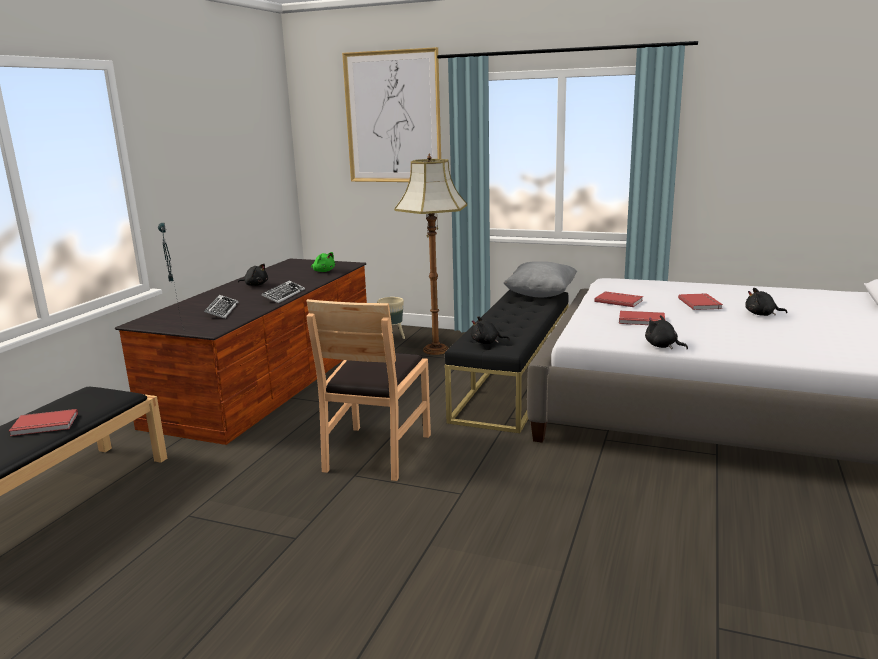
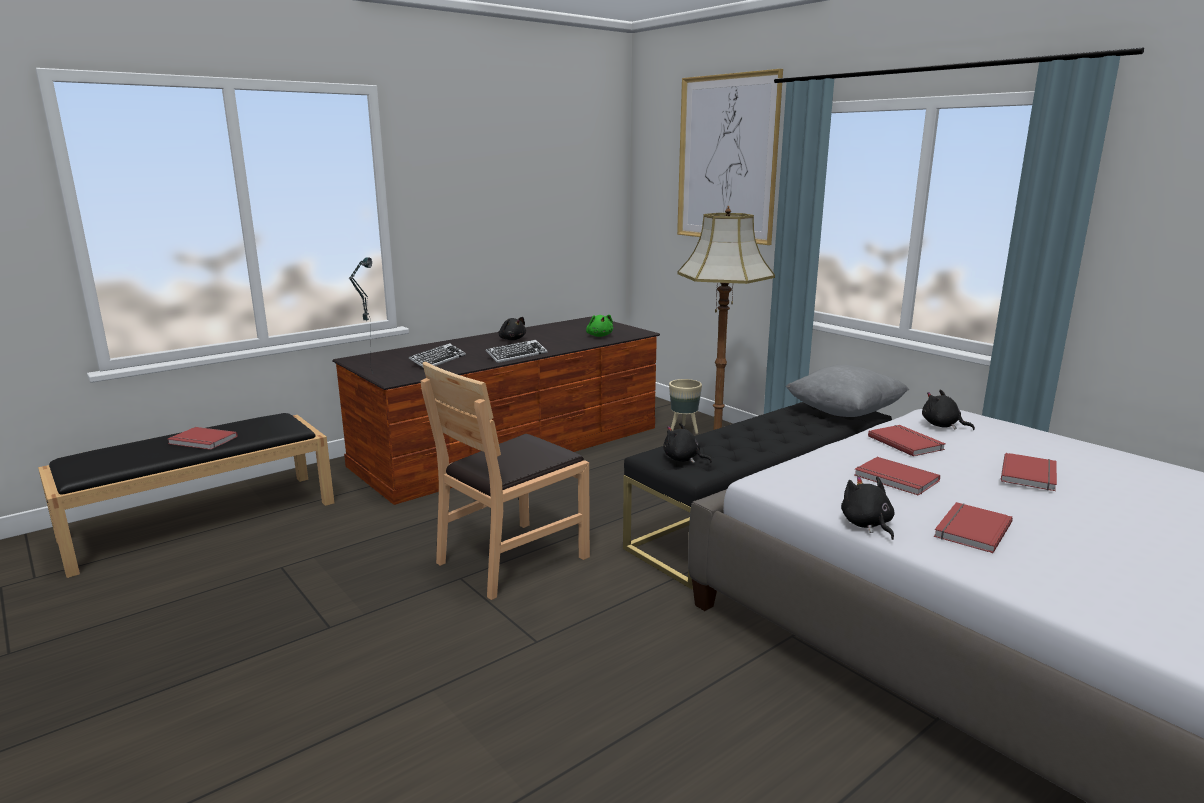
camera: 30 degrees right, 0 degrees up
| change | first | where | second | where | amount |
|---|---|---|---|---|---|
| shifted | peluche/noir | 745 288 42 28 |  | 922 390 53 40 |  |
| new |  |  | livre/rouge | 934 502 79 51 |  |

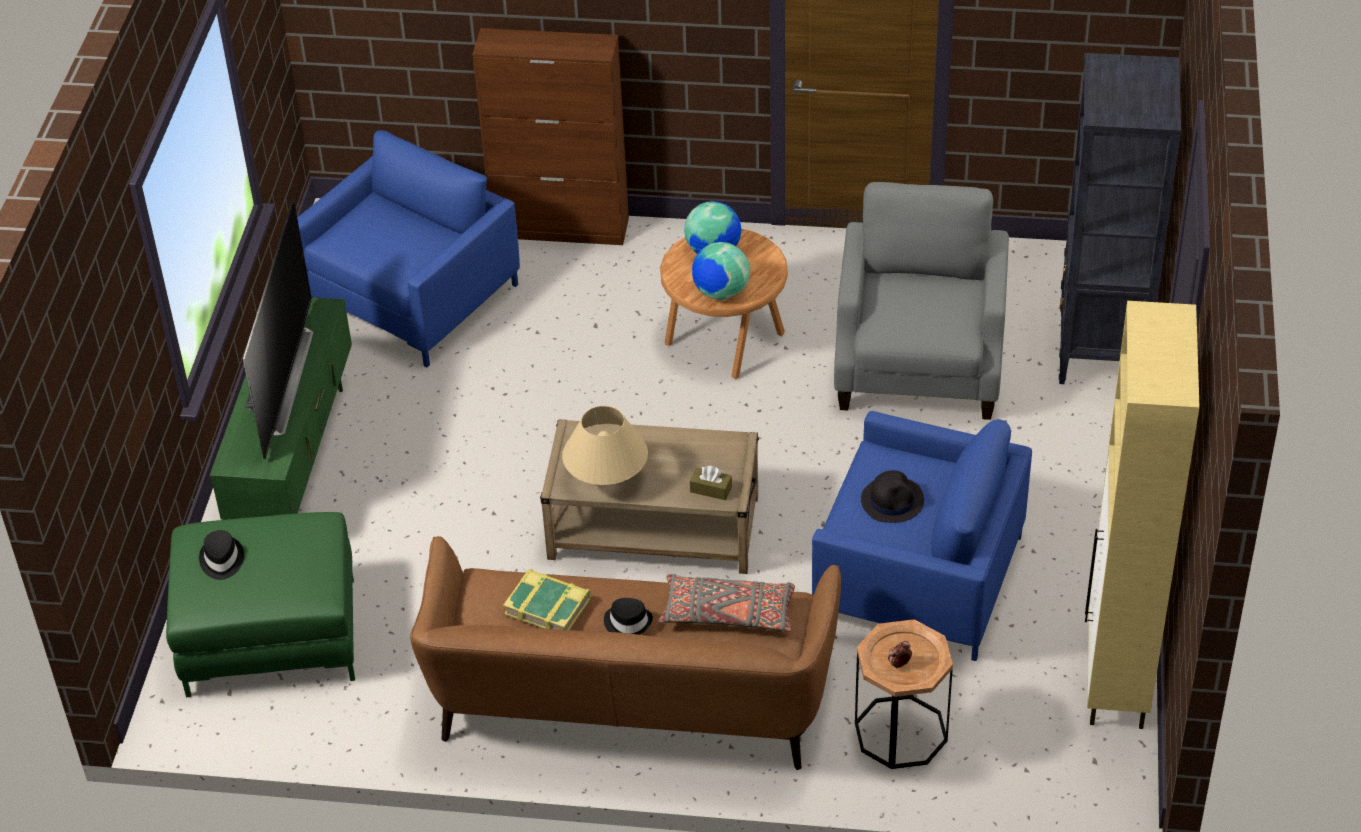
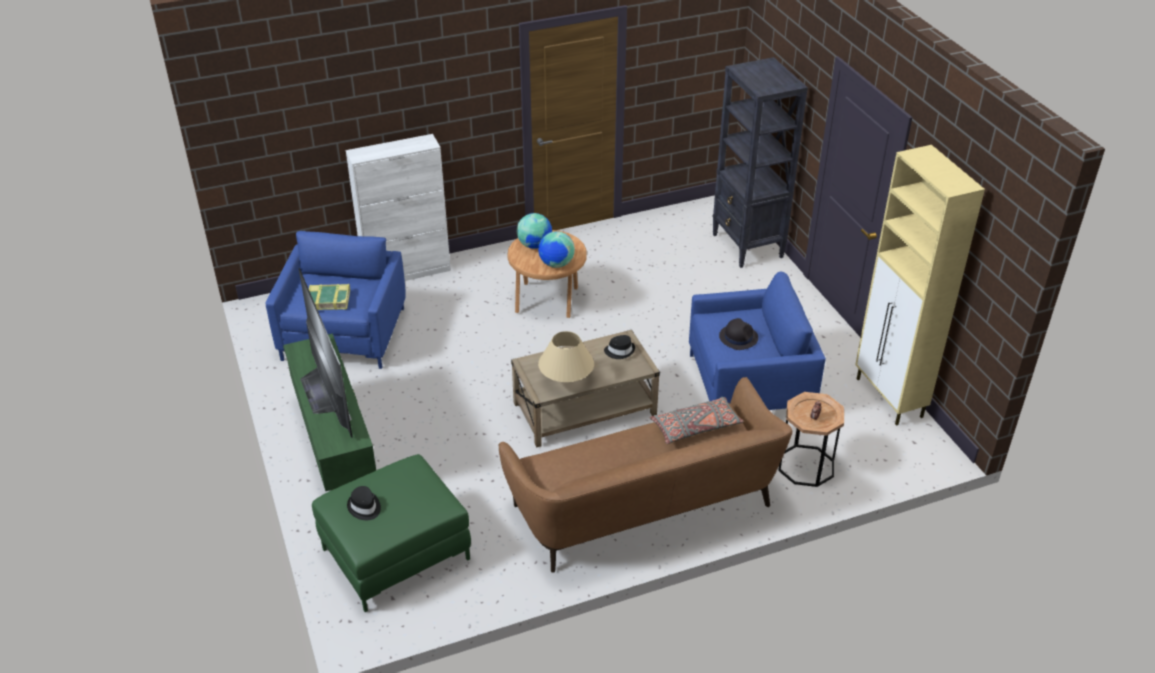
camera: 30 degrees left, 5 degrees down
| change | first | where | second | where | amount |
|---|---|---|---|---|---|
| repainted | meuble de rangement/marron | 472 28 157 217 | meuble de rangement/blanc | 346 134 105 147 |  |
| gone | fauteuil/gris | 834 182 175 238 |  |  |  |
| gone | boîte à mouchoirs/marron | 690 466 42 34 |  |  |  |
| shifted | livre | 503 569 88 61 |  | 309 284 41 26 |  |
| shifted | chapeau/noir | 604 598 49 37 |  | 604 335 31 24 |  |

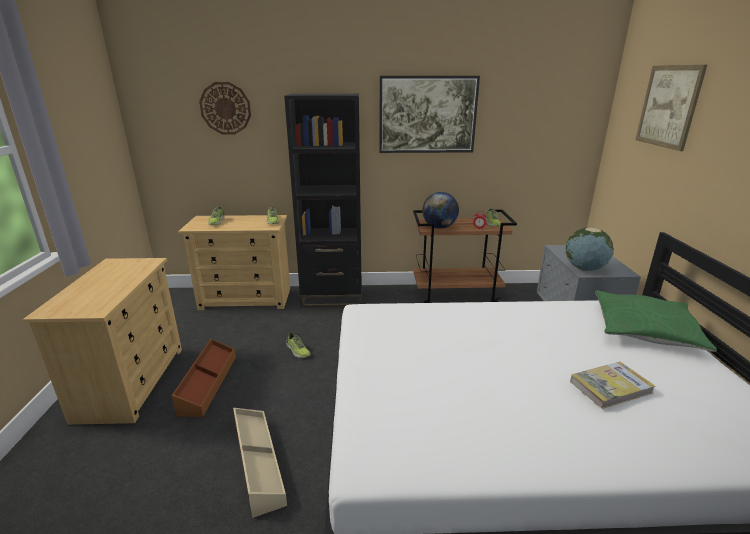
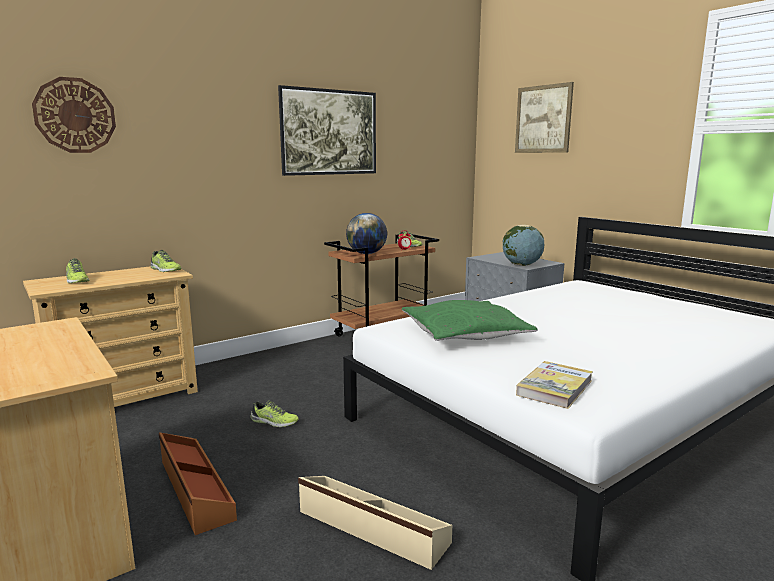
camera: 35 degrees left, 10 degrees down
| change | first | where | second | where | amount |
|---|---|---|---|---|---|
| gone | bibliothèque/noir | 284 93 78 214 |  |  |  |
| shifted | coussin/vert | 595 290 122 62 |  | 402 300 135 41 |  |
| shifted | livre | 570 362 86 47 |  | 516 361 77 48 |  |

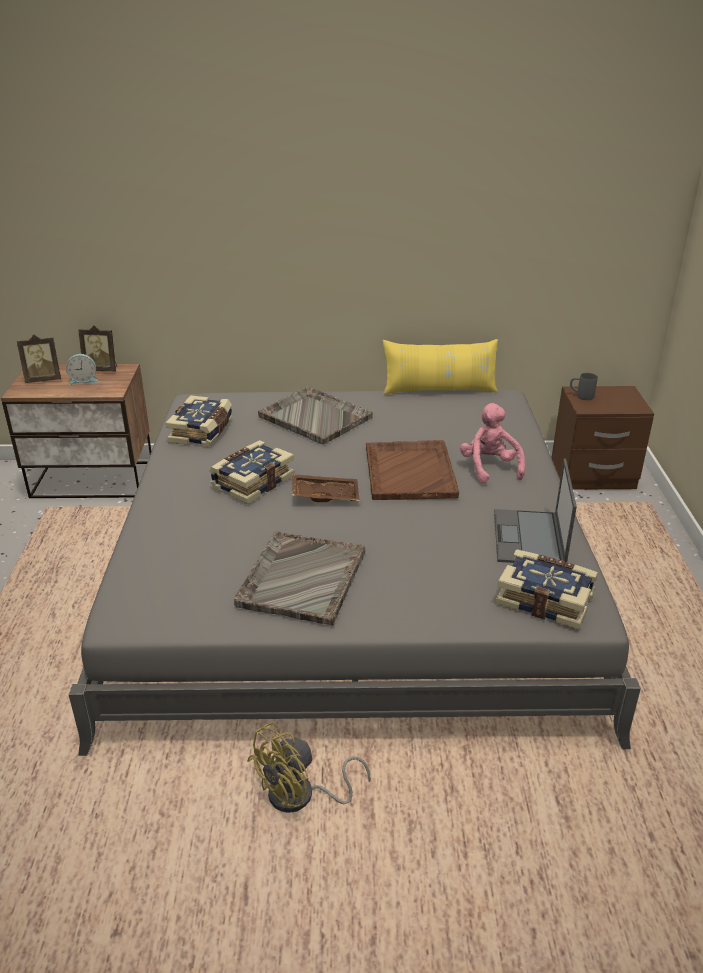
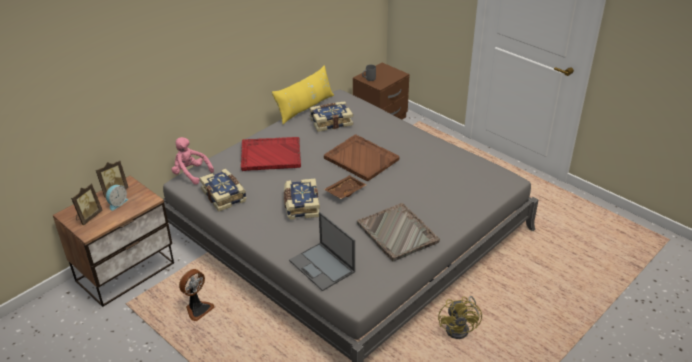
camera: 45 degrees left, 5 degrees up
| change | first | where | second | where | amount |
|---|---|---|---|---|---|
| repainted | plateau/gris | 258 386 115 58 | plateau/rouge | 241 137 60 34 |  |
| shifted | peluche/rose | 460 403 65 81 |  | 172 137 42 48 |  |
| shifted | ordinateur portable | 494 459 83 104 |  | 289 212 66 79 |  |
| shifted | livre | 495 549 103 81 |  | 310 101 43 31 |  |
| new |  |  | ventilateur | 179 269 36 52 |  |

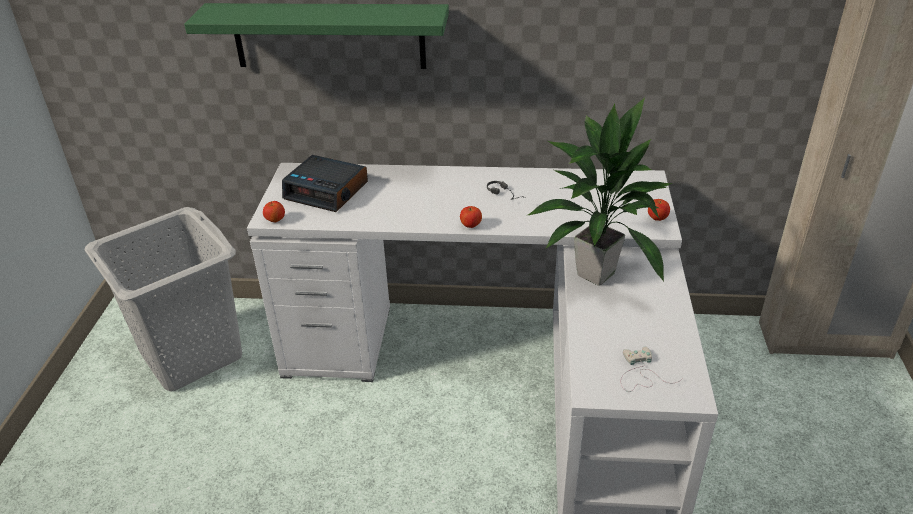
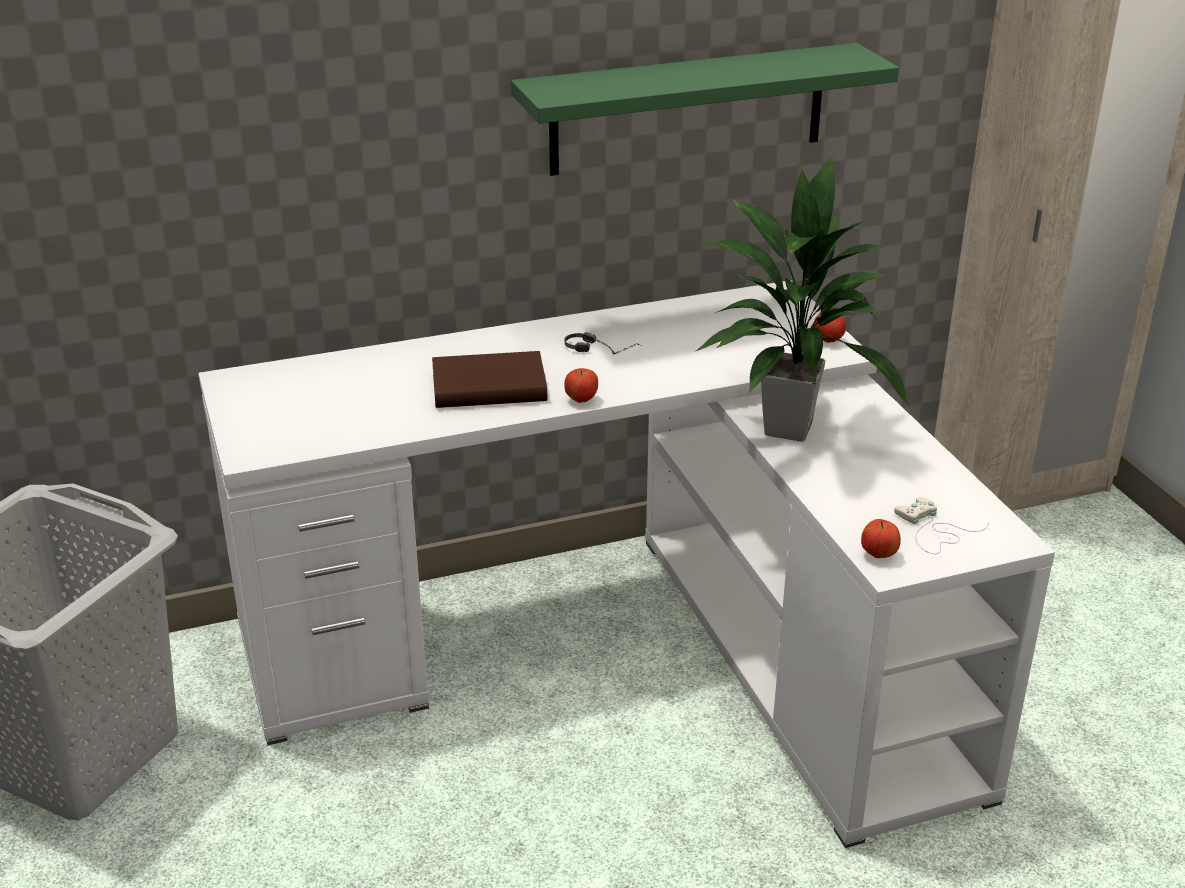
camera: 25 degrees left, 5 degrees down
| change | first | where | second | where | amount |
|---|---|---|---|---|---|
| shifted | étagère/vert | 184 3 265 66 |  | 511 43 388 133 |  |
| gone | réveil | 282 155 86 57 |  |  |  |
| shifted | pomme | 263 201 22 22 |  | 861 519 40 39 |  |
| new |  |  | livre/marron | 432 351 115 57 |  |

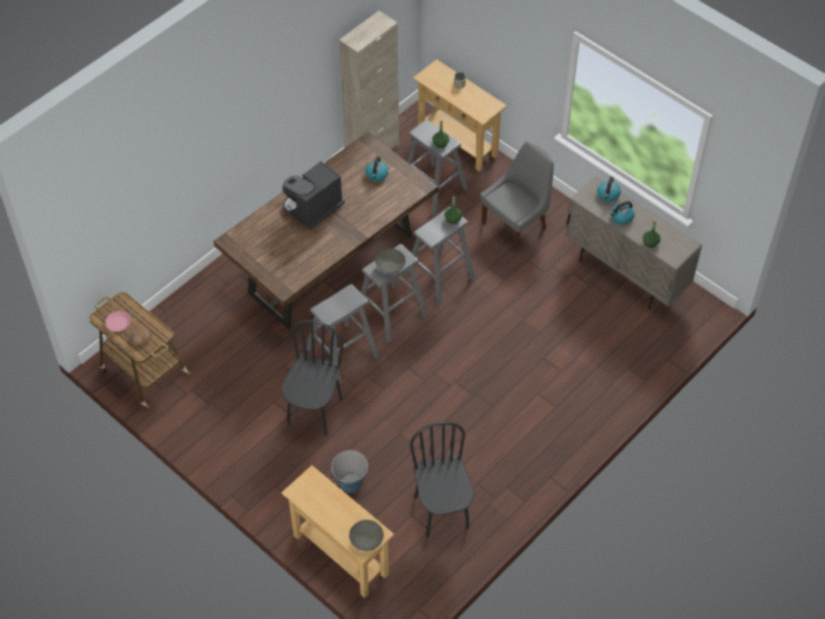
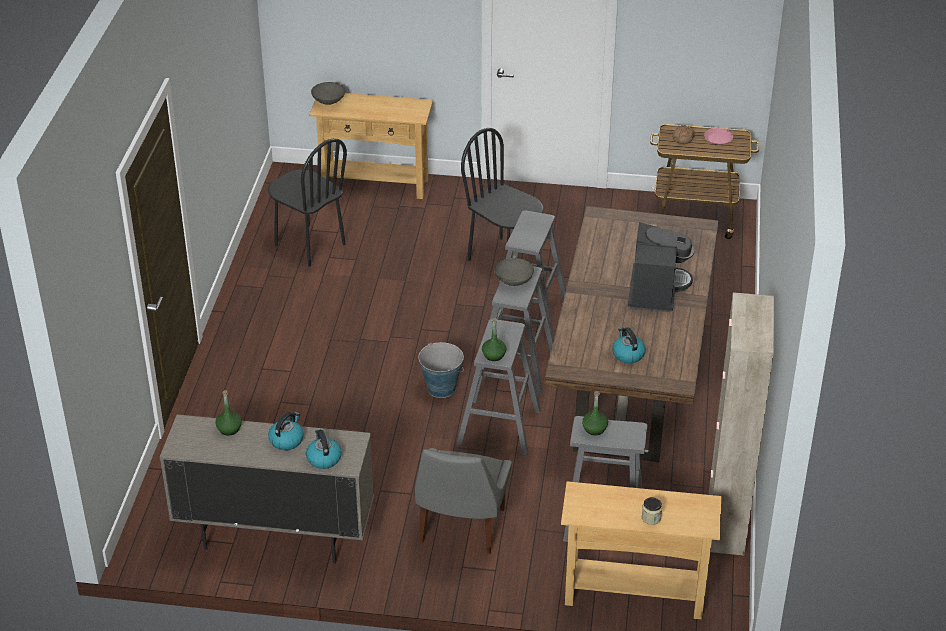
camera: 145 degrees right, 15 degrees down
| change | first | where | second | where | amount |
|---|---|---|---|---|---|
| rotated | chaise/noir | 281 319 63 117 |  | 461 128 83 133 | 150 degrees clockwise |
| shifted | seau | 331 450 37 43 |  | 418 342 46 56 |  |

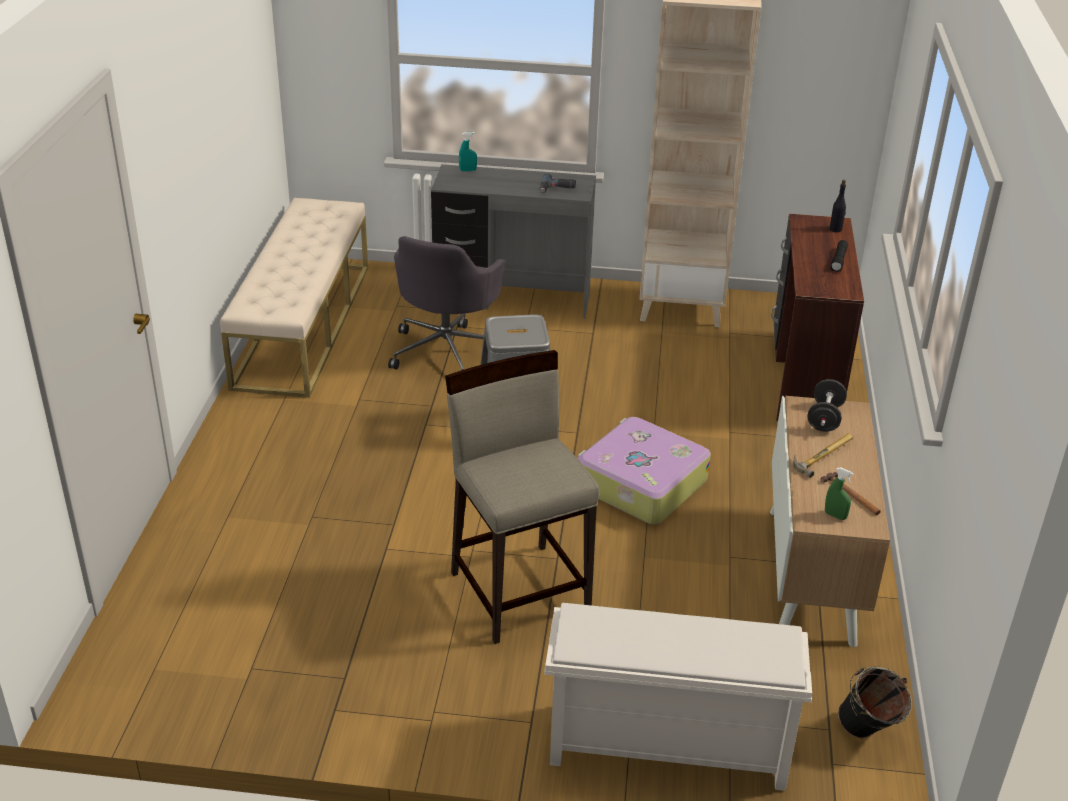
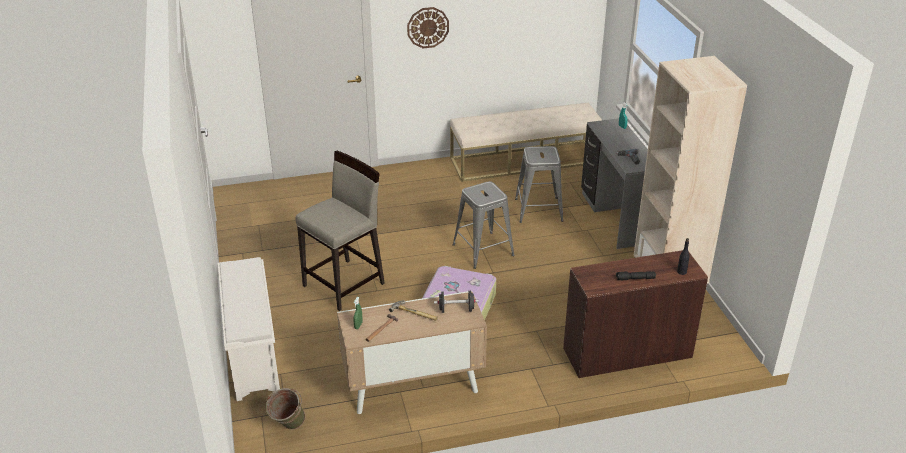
camera: 70 degrees right, 0 degrees up
| change | first | where | second | where | amount |
|---|---|---|---|---|---|
| swapped | chaise de bureau/gris | 388 236 117 134 | tabouret/gris | 515 146 48 77 |  |
| repainted | seau/noir | 838 666 74 72 | seau/vert | 266 388 39 42 |  |
| new |  |  | horloge murale | 407 7 42 41 |  |

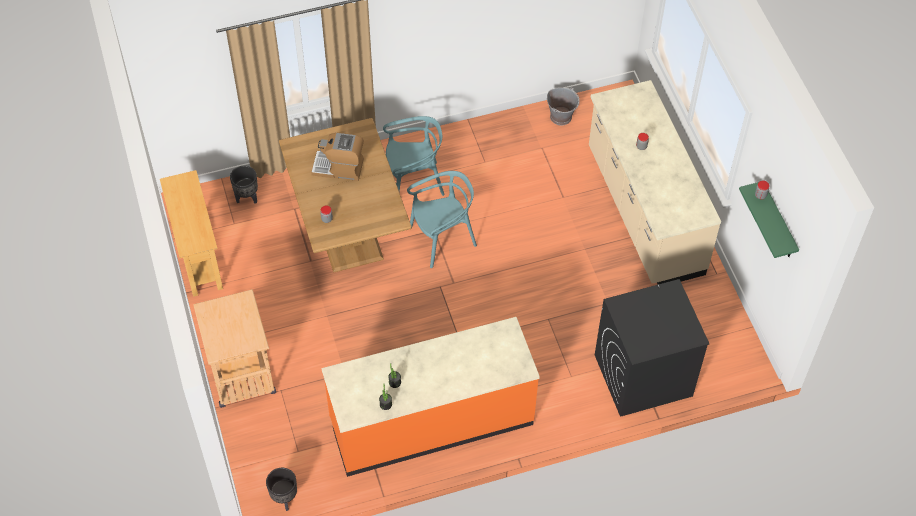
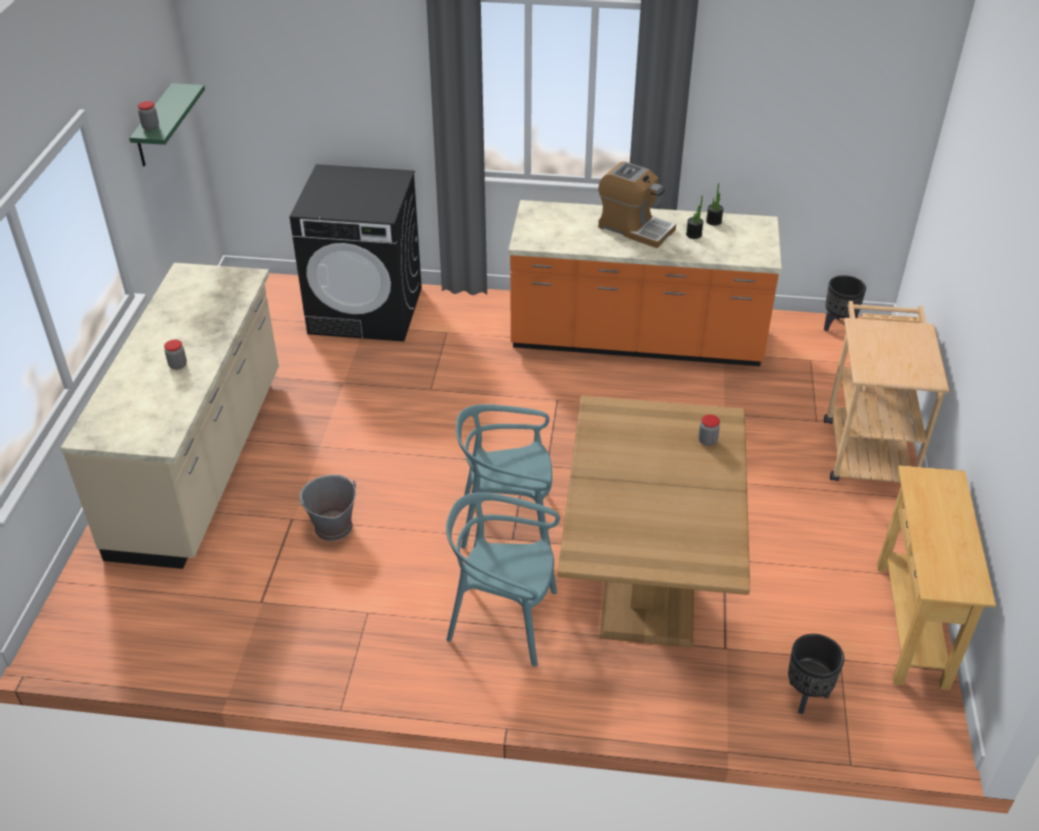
camera: 155 degrees left, 15 degrees down
| change | first | where | second | where | amount |
|---|---|---|---|---|---|
| shifted | seau/gris | 547 87 33 39 |  | 299 475 57 66 |  |
| shifted | machine à café | 311 133 53 48 |  | 598 162 78 86 |  |

